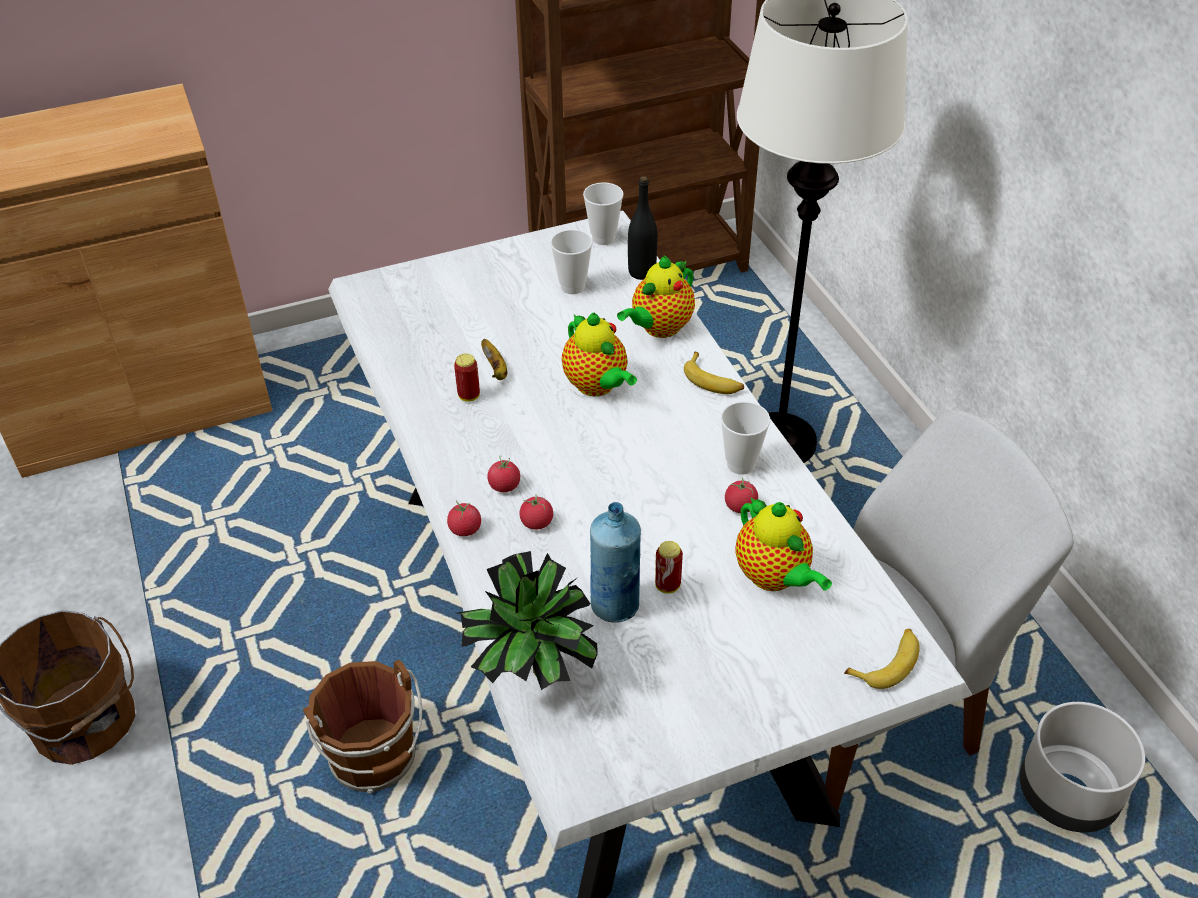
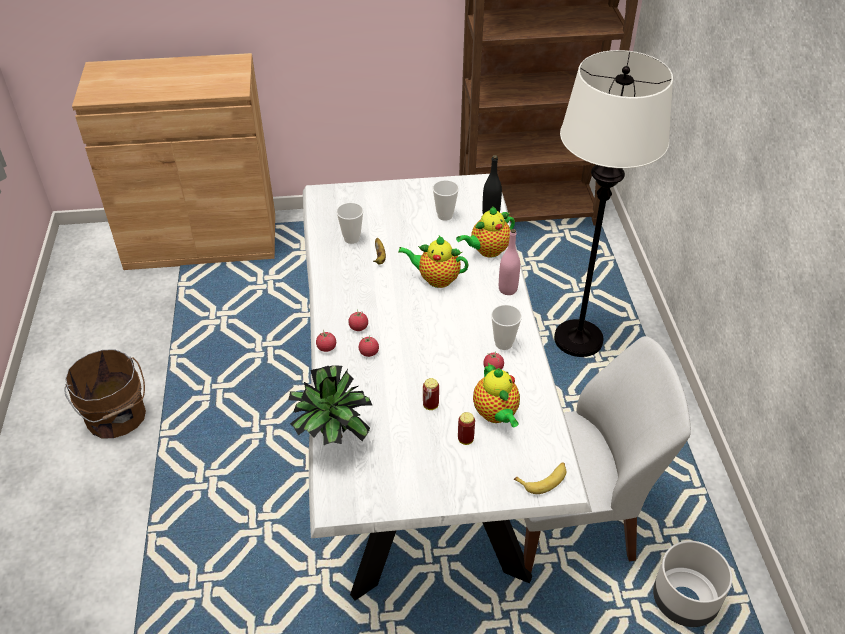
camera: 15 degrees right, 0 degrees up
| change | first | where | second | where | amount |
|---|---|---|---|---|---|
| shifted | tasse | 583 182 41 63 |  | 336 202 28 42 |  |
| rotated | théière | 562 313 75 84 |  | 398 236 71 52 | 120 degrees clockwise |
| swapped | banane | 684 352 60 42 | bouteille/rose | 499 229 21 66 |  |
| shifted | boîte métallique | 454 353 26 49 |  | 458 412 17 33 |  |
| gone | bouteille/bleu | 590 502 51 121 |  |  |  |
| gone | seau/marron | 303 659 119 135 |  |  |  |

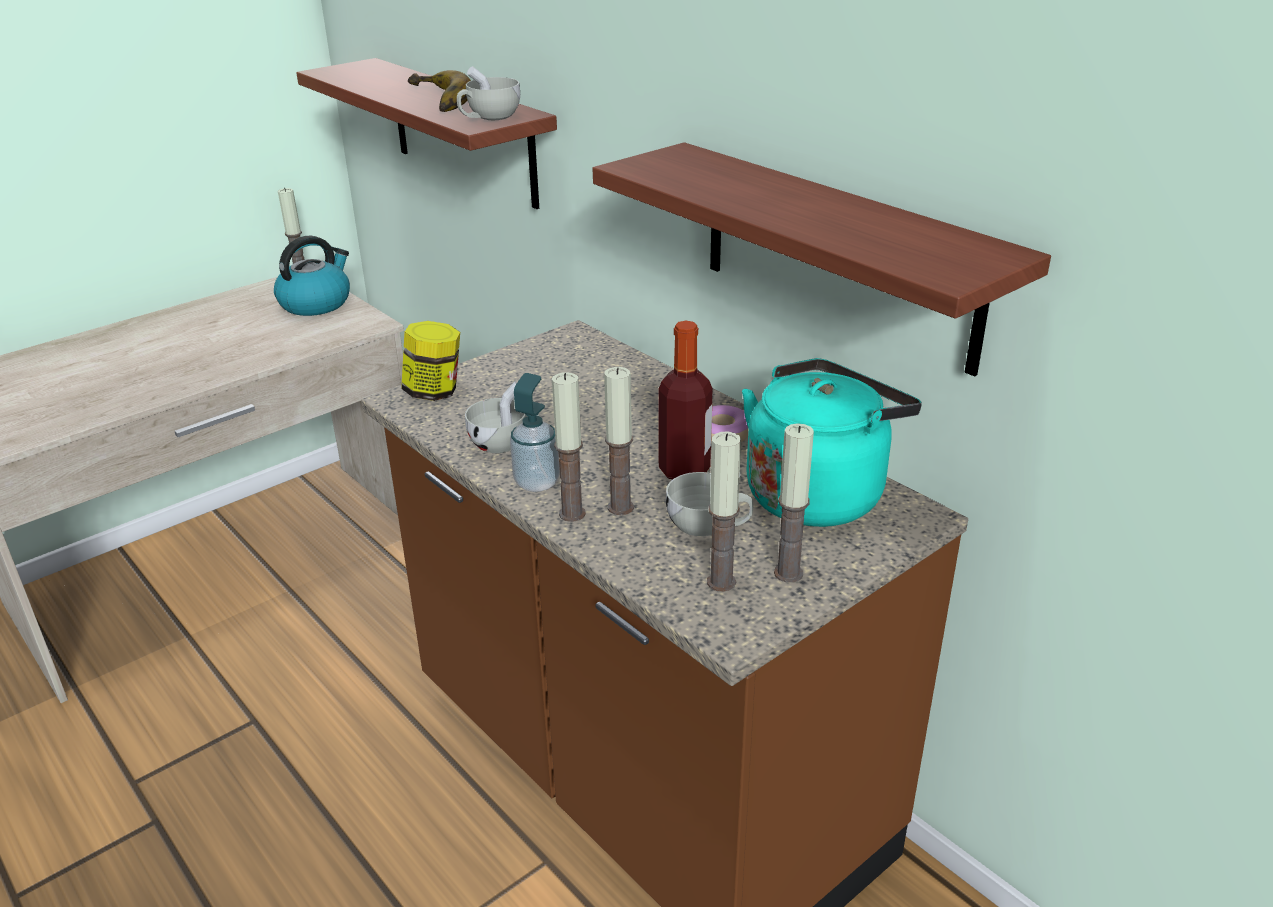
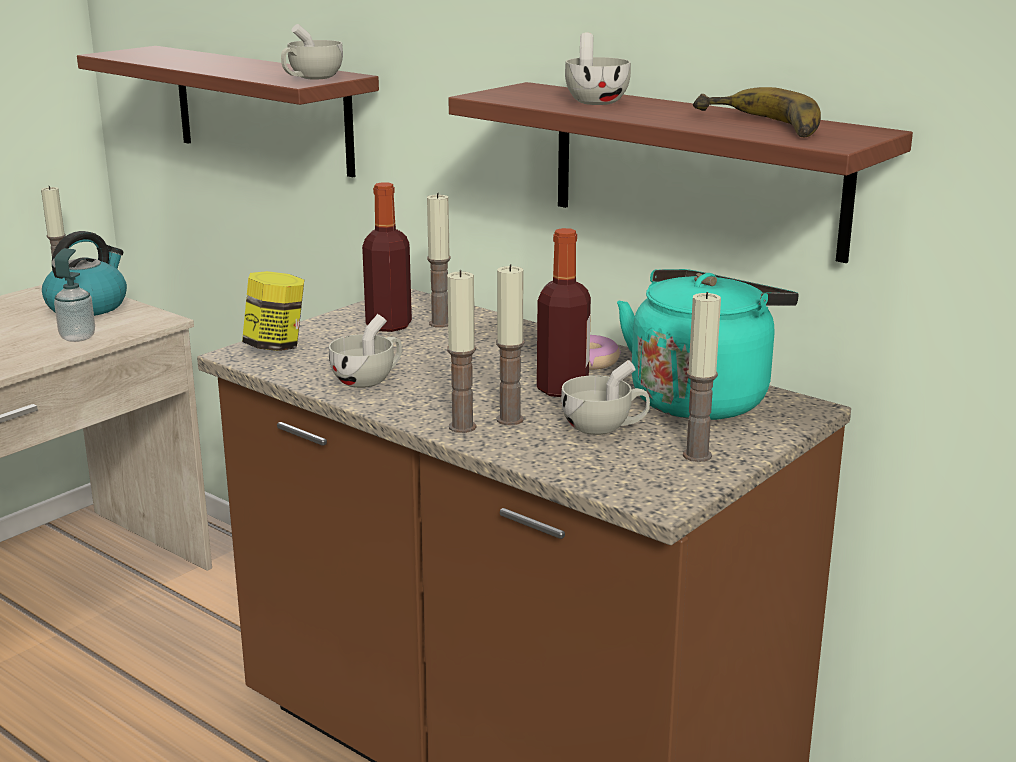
camera: 10 degrees left, 10 degrees down
| change | first | where | second | where | amount |
|---|---|---|---|---|---|
| shifted | banane | 408 70 63 42 |  | 693 87 128 50 |  |
| shifted | distributeur de savon | 510 373 50 119 |  | 54 248 41 94 |  |
| shifted | bougie | 707 431 34 161 |  | 427 193 24 135 |  |
| new |  |  | tasse/blanc | 565 33 66 72 |  |
| new |  |  | bouteille | 362 182 50 150 |  |

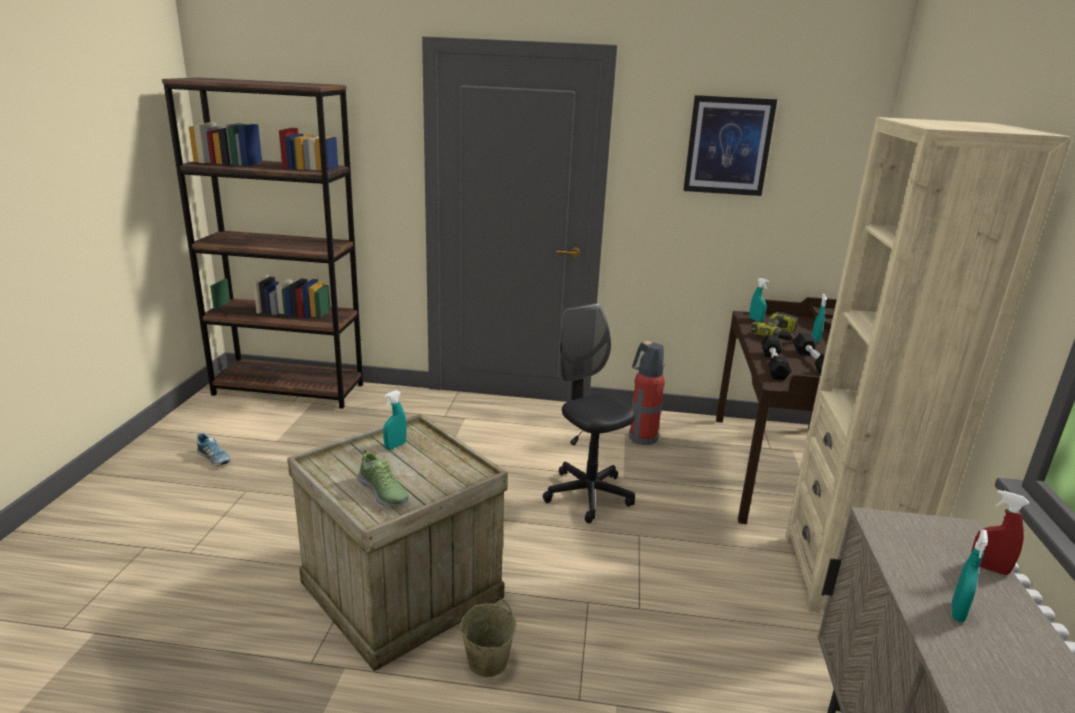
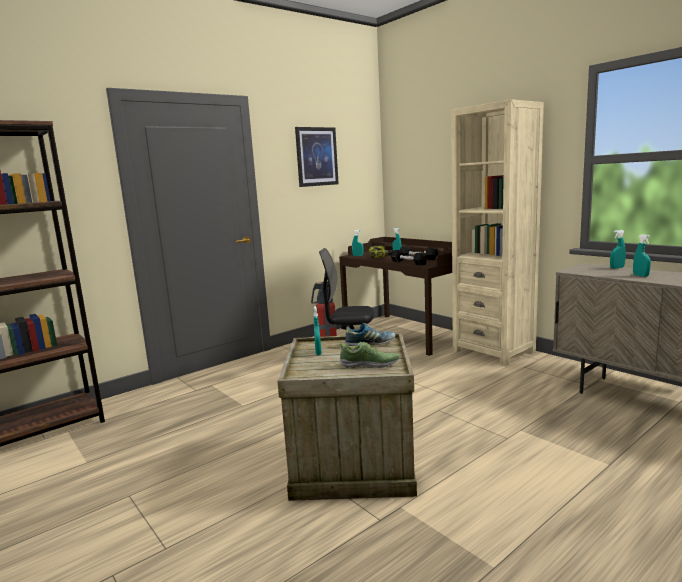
camera: 45 degrees left, 10 degrees down
| change | first | where | second | where | amount |
|---|---|---|---|---|---|
| shifted | chaussure | 197 433 33 33 |  | 345 323 51 23 |  |
| repainted | vaporisateur/rouge | 971 490 58 85 | vaporisateur/turquoise | 610 230 16 39 |  |
| gone | seau/beige | 460 597 56 80 |  |  |  |

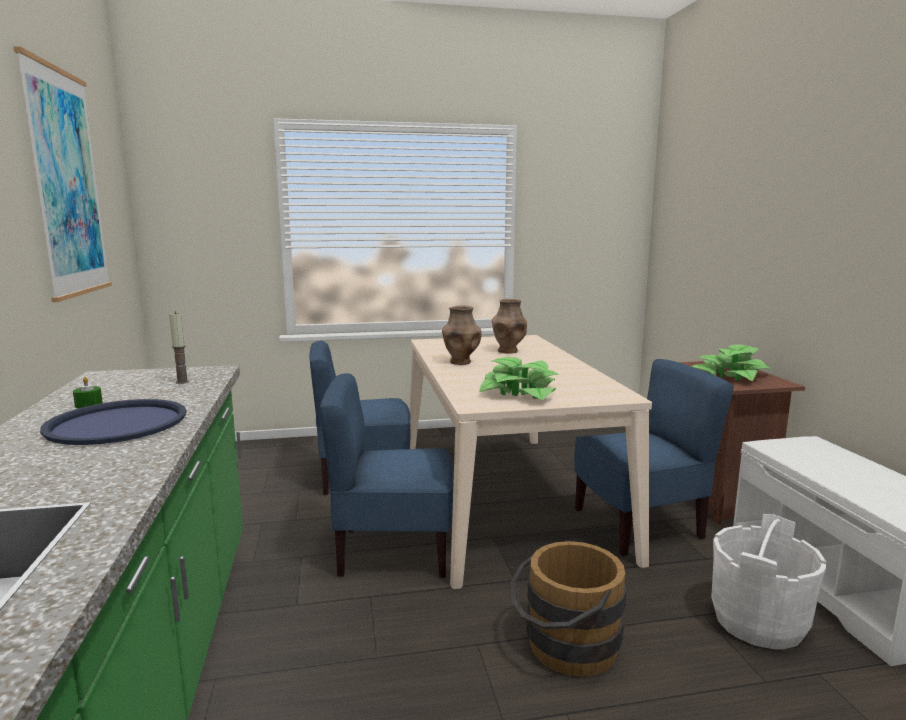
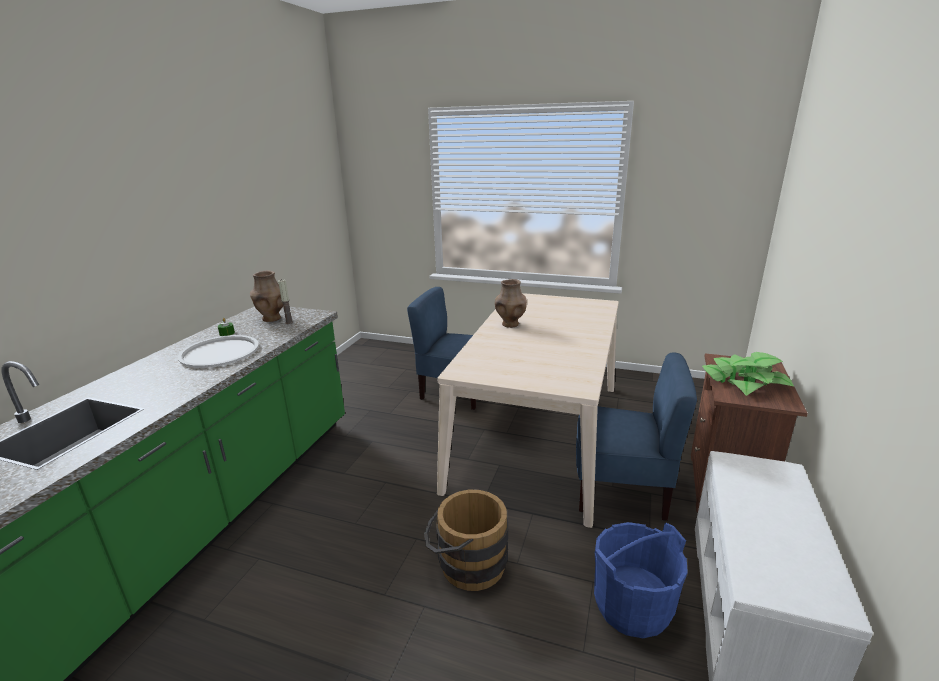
camera: 30 degrees right, 10 degrees up
| change | first | where | second | where | amount |
|---|---|---|---|---|---|
| gone | tableau | 13 46 99 256 |  |  |  |
| shifted | vase/marron | 492 299 35 55 |  | 250 271 33 51 |  |
| gone | plante en pot | 479 357 81 43 |  |  |  |
| gone | chaise/bleu | 320 373 134 205 |  |  |  |
| repainted | plateau/bleu | 40 399 147 46 | plateau/blanc | 178 335 81 33 |  |
| repainted | seau/blanc | 711 514 115 136 | seau/bleu | 594 522 94 116 |  |

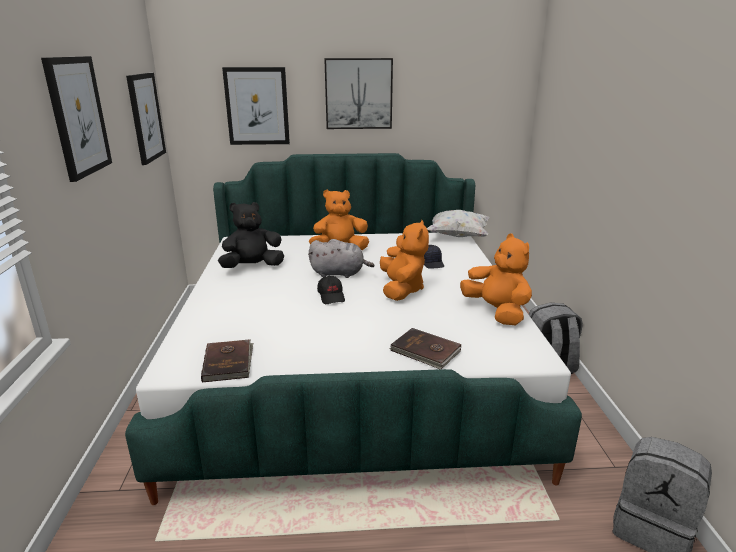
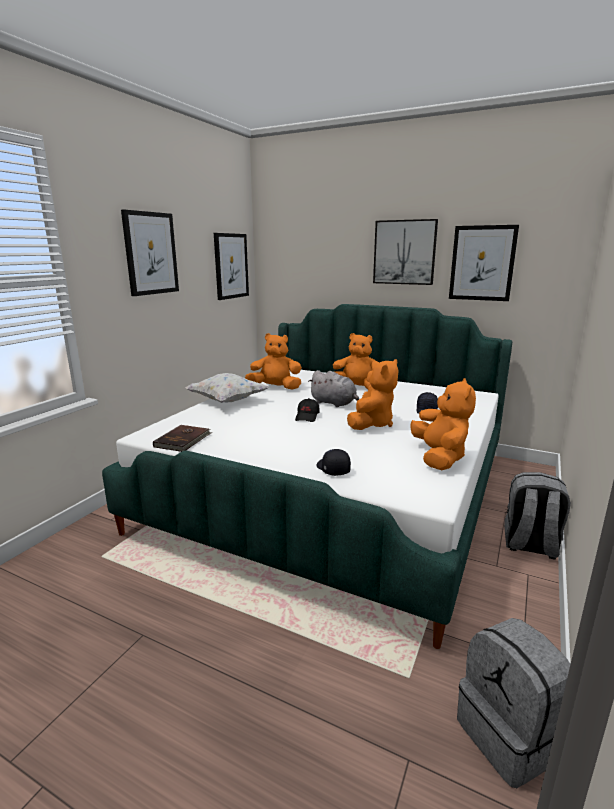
camera: 30 degrees right, 5 degrees down
| change | first | where | second | where | amount |
|---|---|---|---|---|---|
| shifted | tableau | 222 67 68 78 |  | 449 225 70 76 |  |
| repainted | peluche/noir | 218 202 66 66 | peluche/orange | 245 333 57 57 |  |
| shifted | coussin/blanc | 427 210 62 27 |  | 185 373 84 30 |  |
| swapped | livre/marron | 390 328 71 41 | casquette/noir | 317 449 34 27 |  |

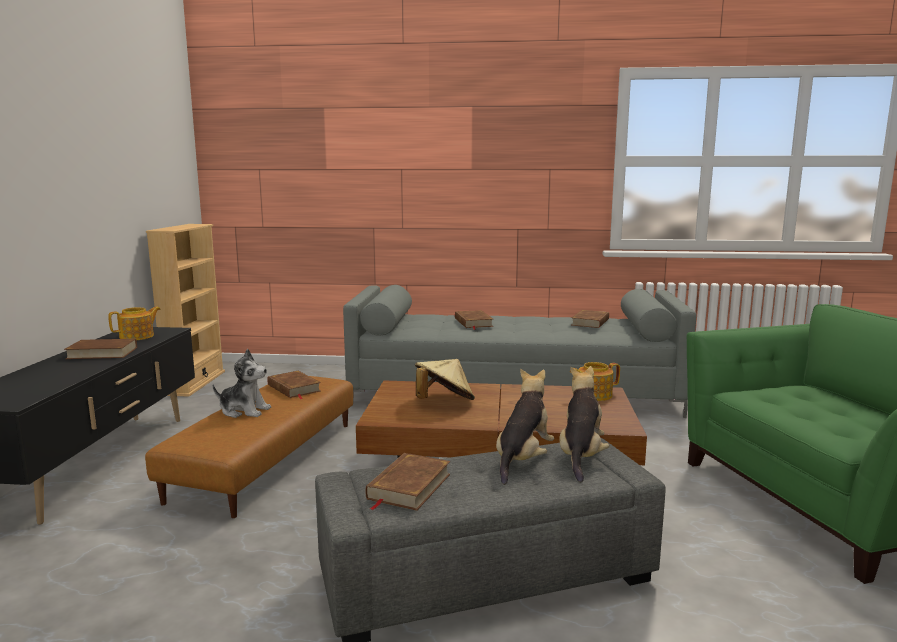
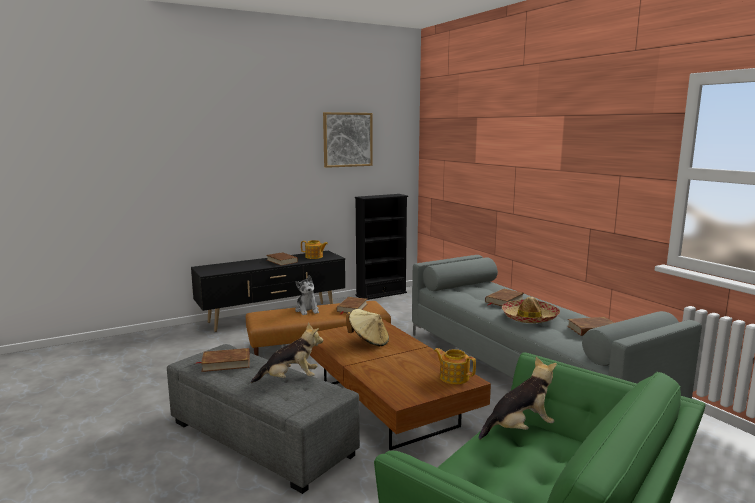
camera: 55 degrees right, 0 degrees up
| change | first | where | second | where | amount |
|---|---|---|---|---|---|
| repainted | bibliothèque/beige | 146 224 79 173 | bibliothèque/noir | 355 194 53 106 |  |
| shifted | peluche | 559 366 51 117 |  | 479 357 78 83 |  |
| new |  |  | tableau | 323 112 50 56 |  |
| new |  |  | chapeau | 502 297 58 26 |  |

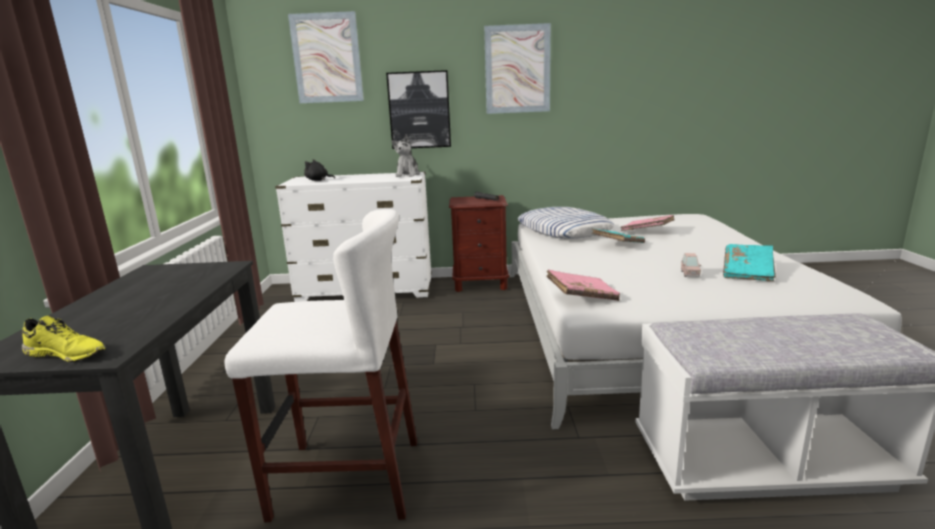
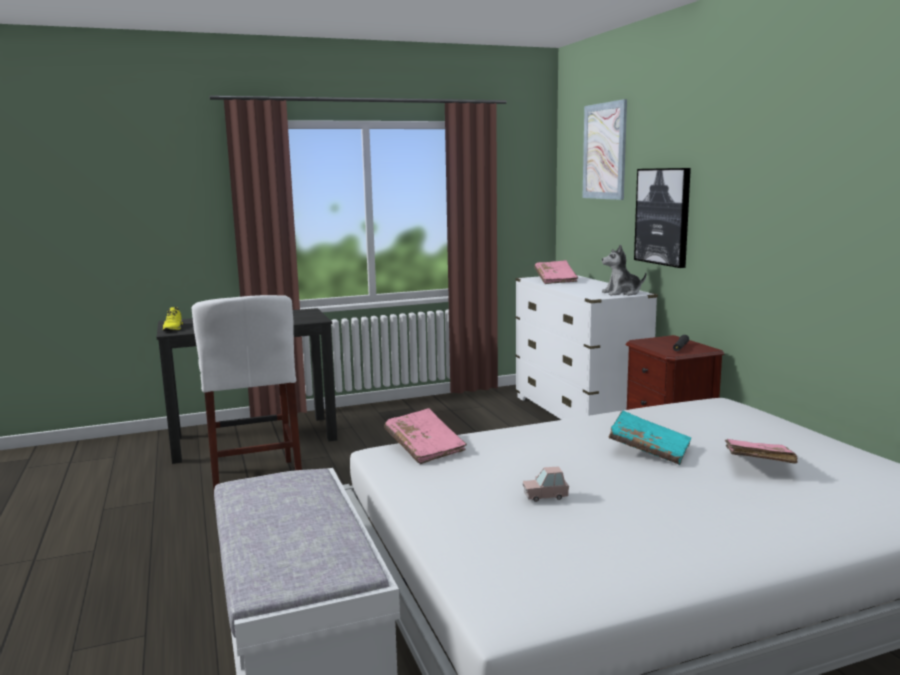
camera: 70 degrees right, 5 degrees down
| change | first | where | second | where | amount |
|---|---|---|---|---|---|
| gone | tableau | 484 23 67 91 |  |  |  |
| swapped | peluche/noir | 304 159 31 22 | livre/rose | 534 260 44 24 |  |
| gone | coussin | 518 207 96 32 |  |  |  |
| gone | livre/turquoise | 723 244 53 37 |  |  |  |

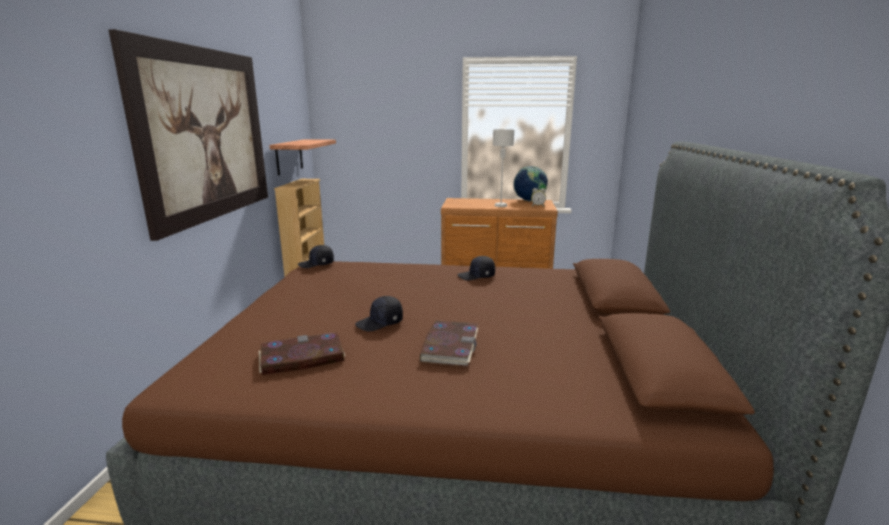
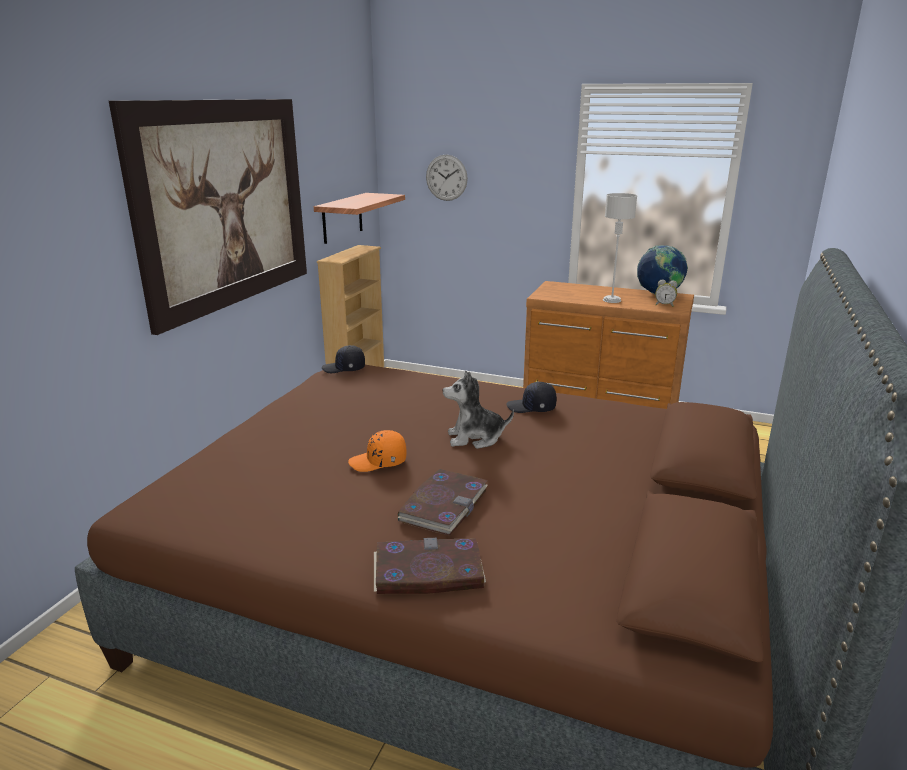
camera: 15 degrees right, 5 degrees up
| change | first | where | second | where | amount |
|---|---|---|---|---|---|
| repainted | casquette/noir | 355 296 48 36 | casquette/orange | 348 430 59 42 |  |
| shifted | livre | 259 333 86 42 |  | 374 538 112 56 |  |
| new |  |  | horloge murale | 426 155 42 46 |  |
| new |  |  | peluche | 442 371 72 78 |  |

